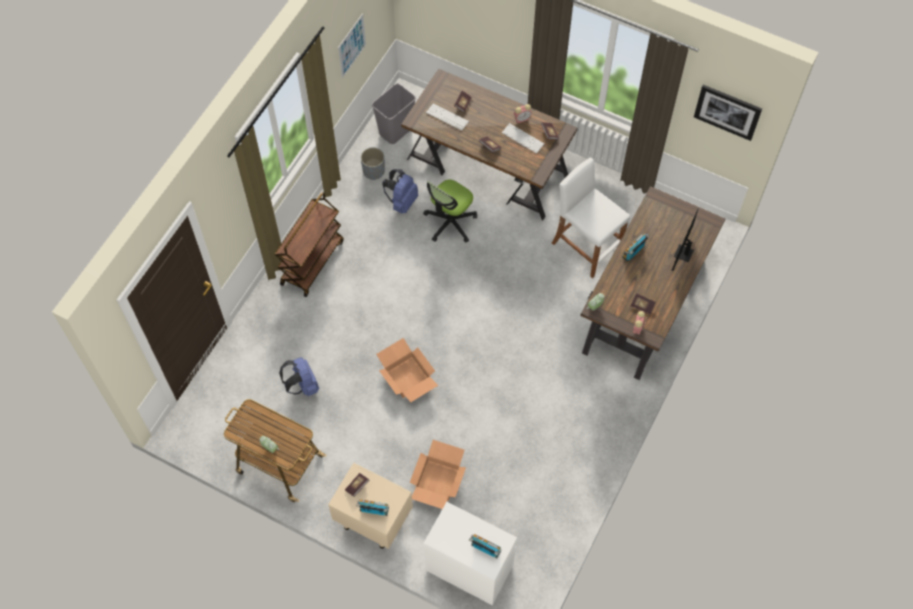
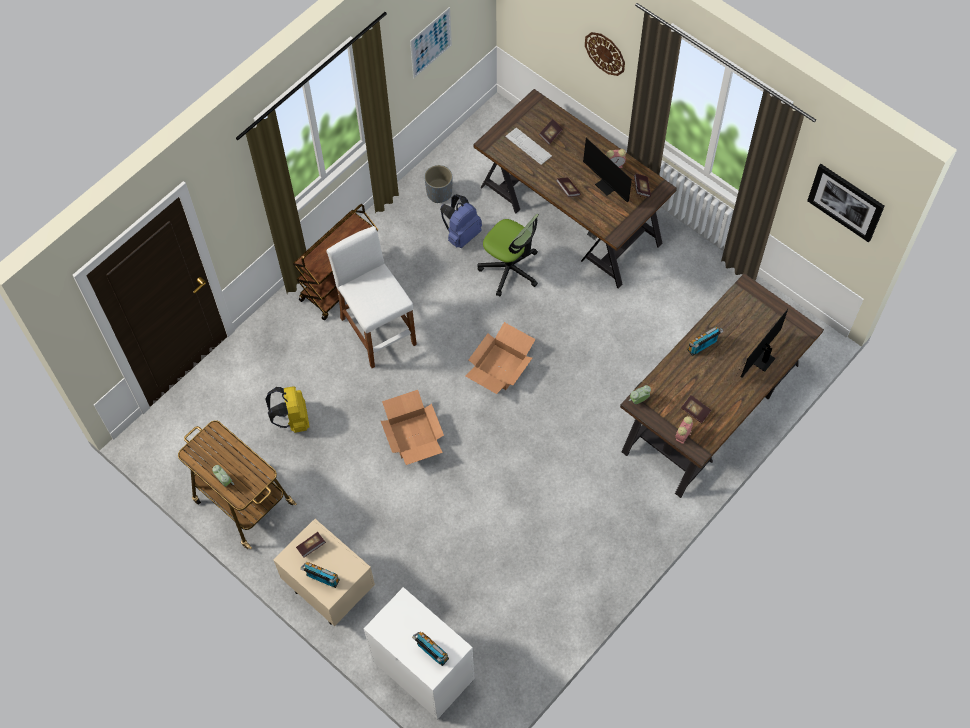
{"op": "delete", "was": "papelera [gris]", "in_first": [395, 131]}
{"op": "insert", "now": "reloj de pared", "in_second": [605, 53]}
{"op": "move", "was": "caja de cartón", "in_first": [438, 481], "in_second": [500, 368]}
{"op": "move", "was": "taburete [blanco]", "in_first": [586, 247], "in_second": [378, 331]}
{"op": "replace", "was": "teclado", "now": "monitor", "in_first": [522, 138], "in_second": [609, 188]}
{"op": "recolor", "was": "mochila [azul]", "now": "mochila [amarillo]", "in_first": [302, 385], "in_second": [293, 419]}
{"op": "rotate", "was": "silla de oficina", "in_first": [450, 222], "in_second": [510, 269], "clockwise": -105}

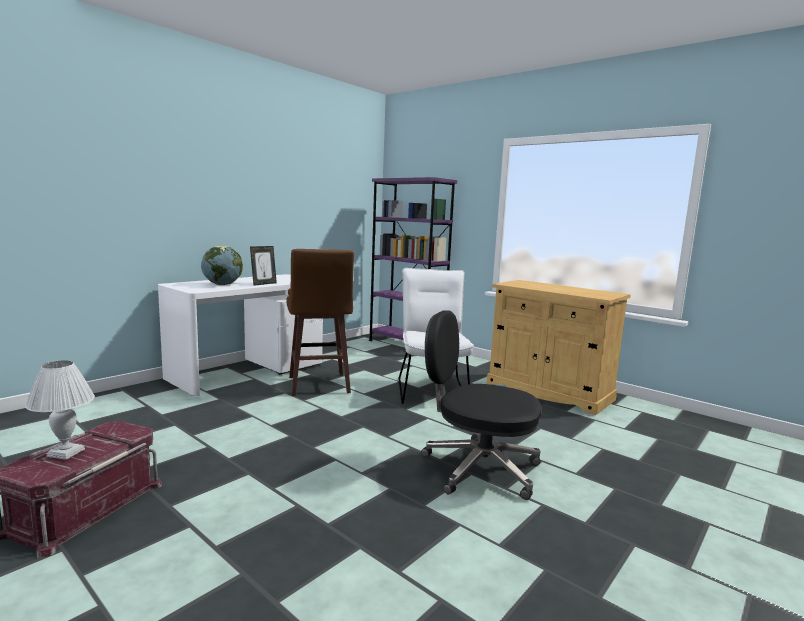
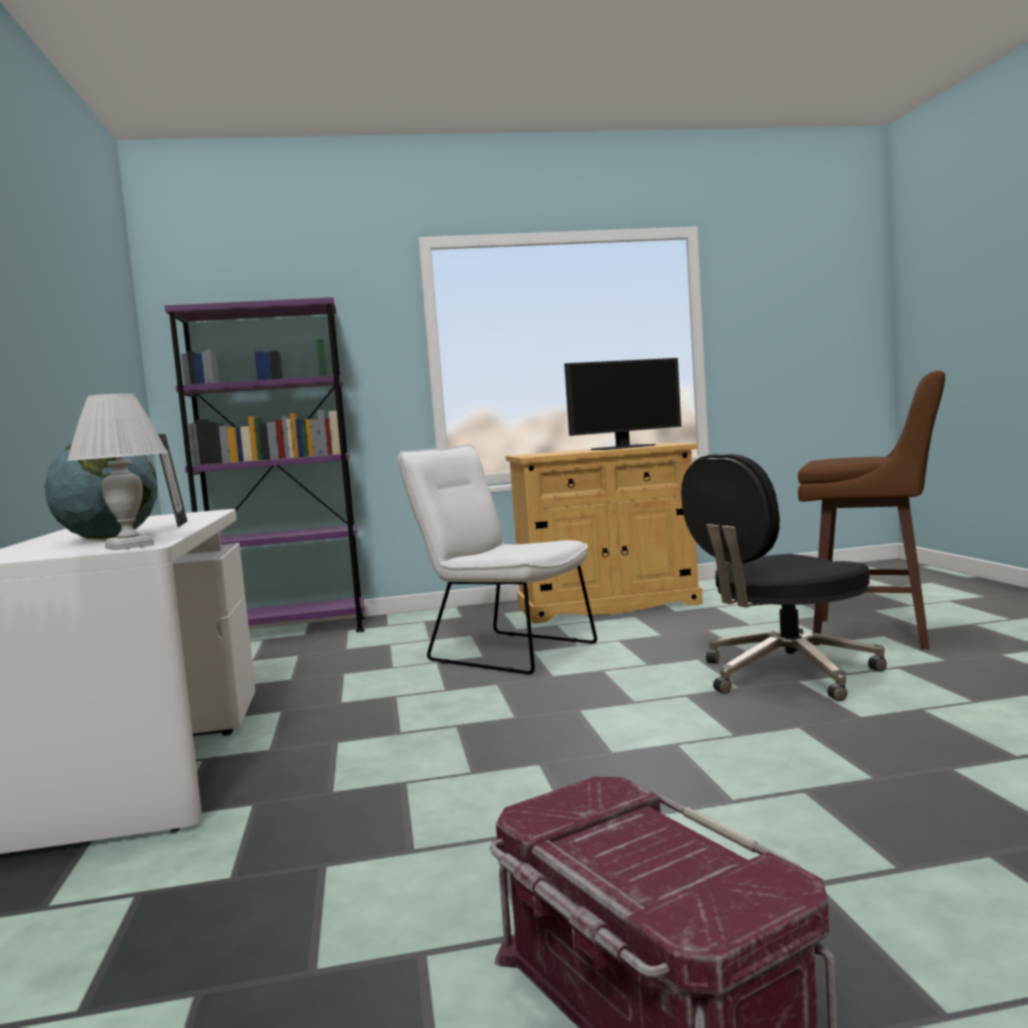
{"op": "insert", "now": "monitor", "in_second": [623, 447]}
{"op": "move", "was": "lámpara de mesa [blanco]", "in_first": [65, 453], "in_second": [128, 546]}
{"op": "move", "was": "taburete [marrón]", "in_first": [318, 385], "in_second": [876, 634]}

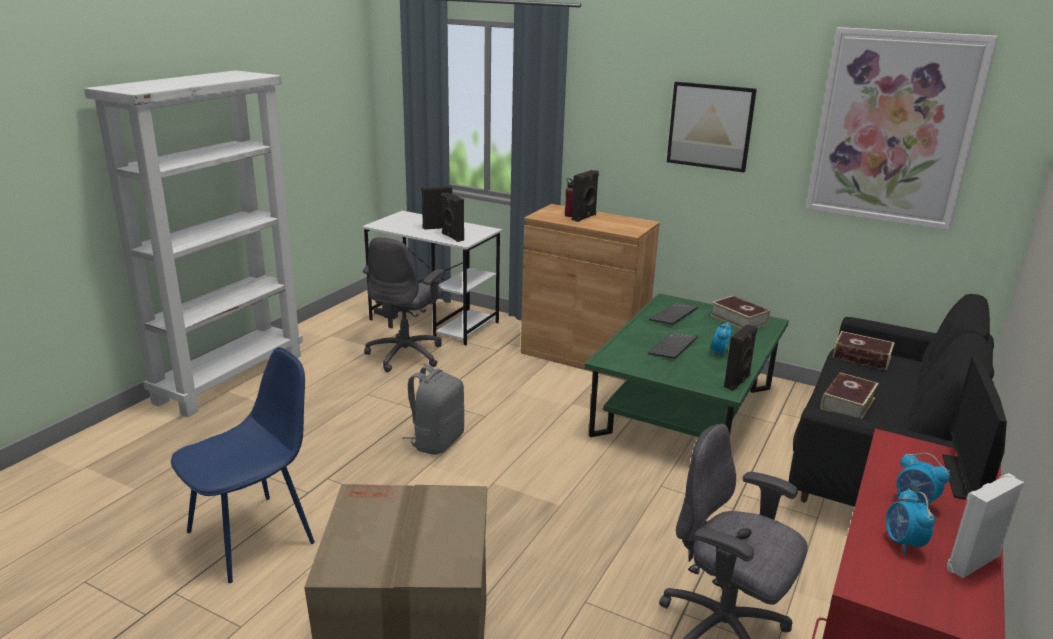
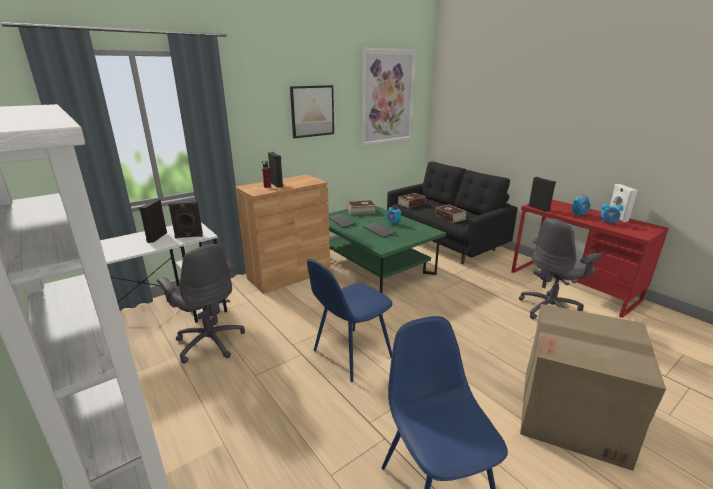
{"op": "delete", "was": "monitor", "in_first": [967, 478]}
{"op": "move", "was": "altavoz [negro]", "in_first": [737, 382], "in_second": [539, 208]}
{"op": "replace", "was": "mochila [gris]", "now": "silla [azul]", "in_first": [436, 441], "in_second": [350, 355]}

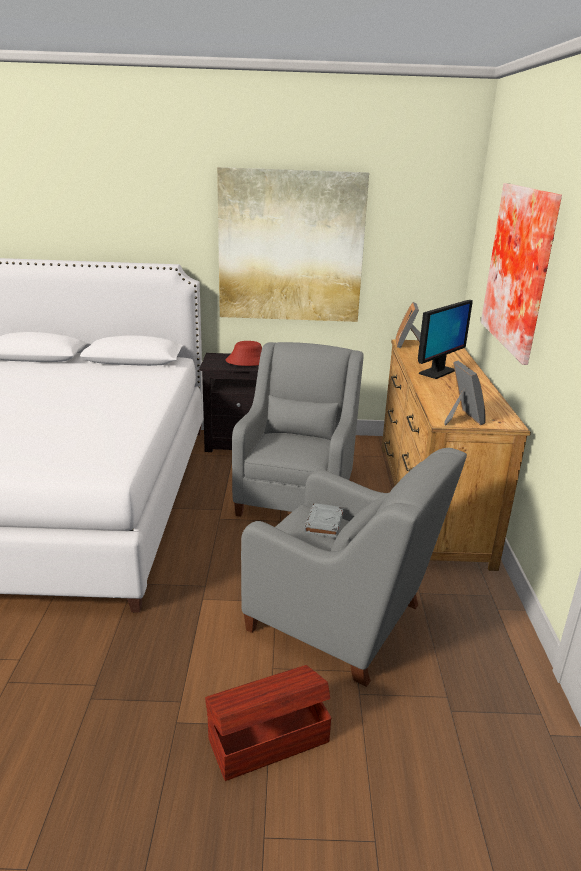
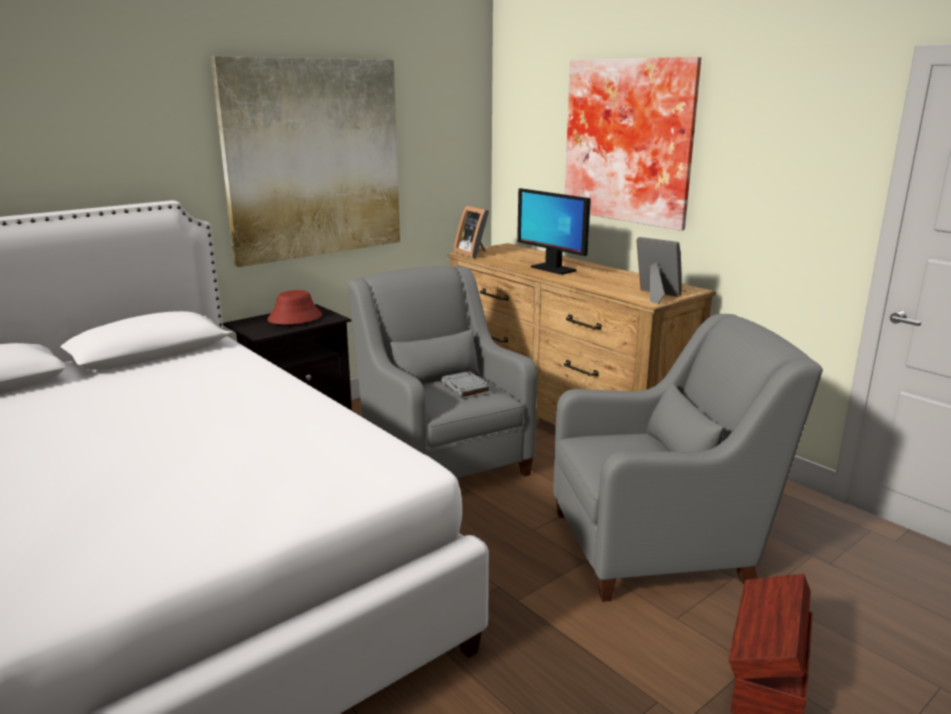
{"op": "move", "was": "libro [gris]", "in_first": [324, 524], "in_second": [466, 389]}
{"op": "rotate", "was": "monitor", "in_first": [437, 372], "in_second": [553, 269], "clockwise": 135}

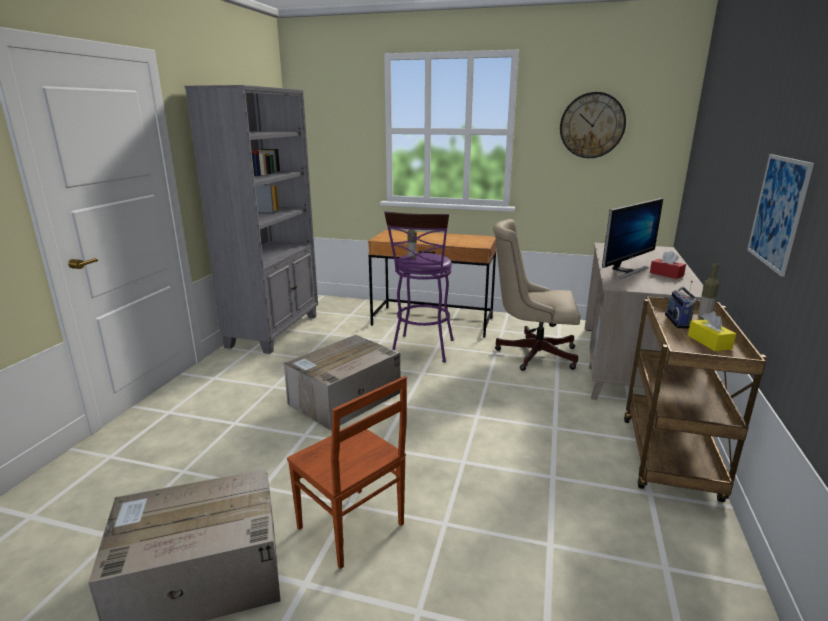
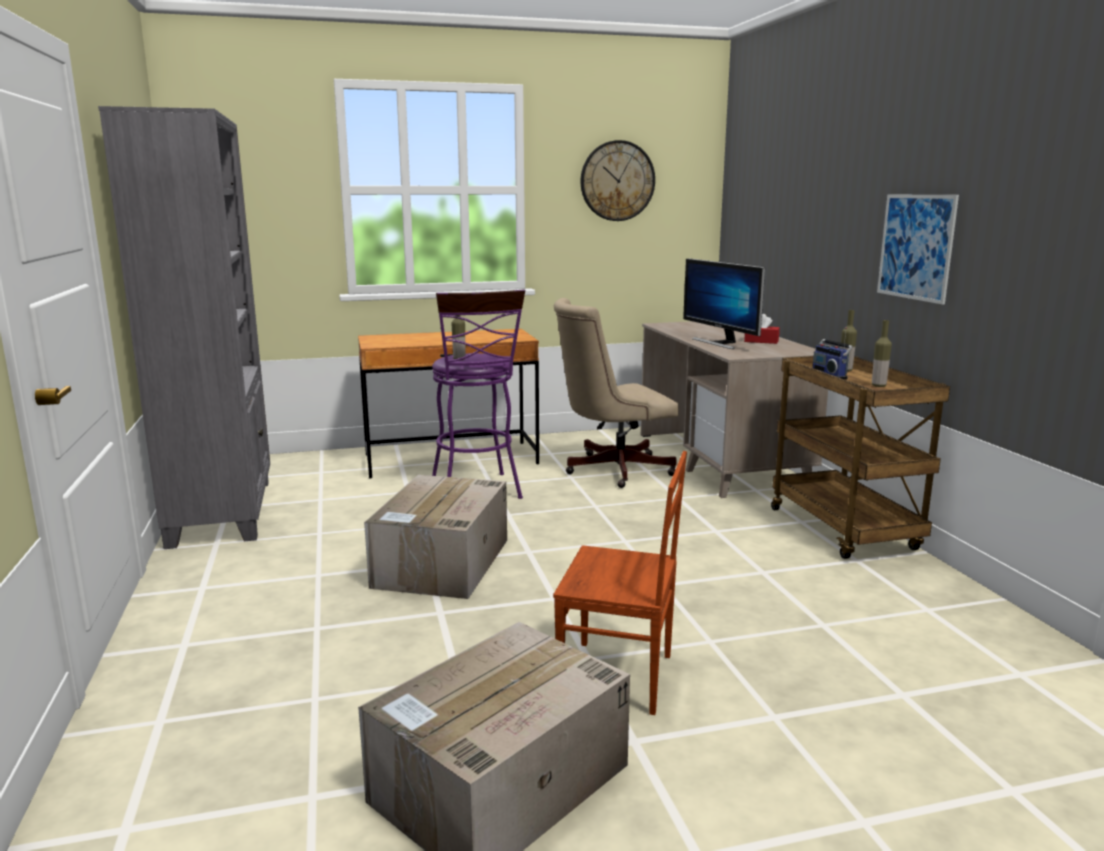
{"op": "replace", "was": "caja de pañuelos [amarillo]", "now": "botella", "in_first": [709, 342], "in_second": [878, 386]}
{"op": "rotate", "was": "monitor", "in_first": [625, 271], "in_second": [720, 343], "clockwise": 135}

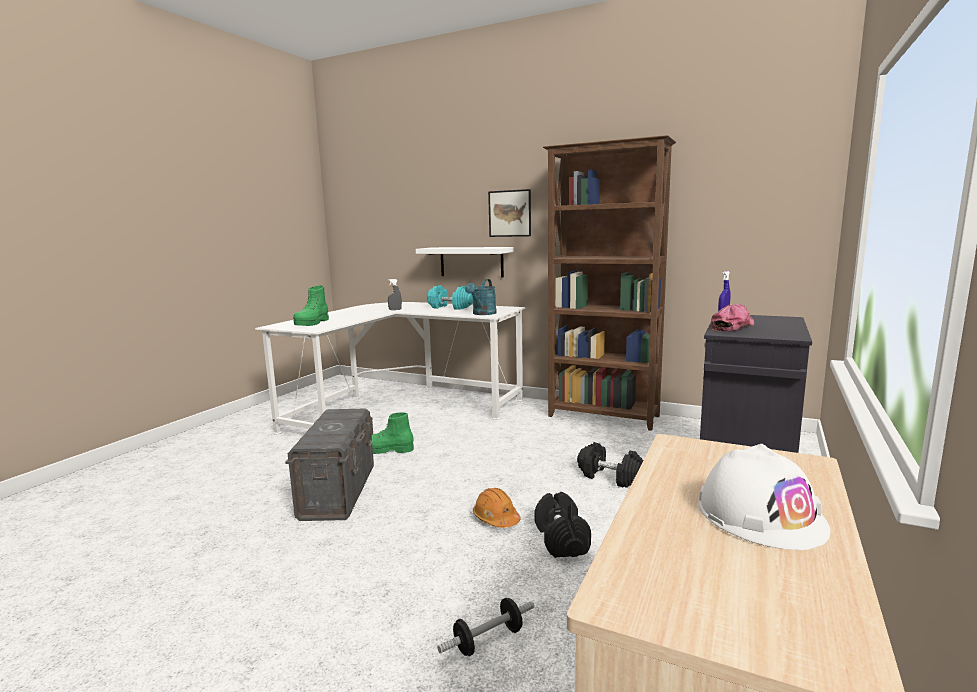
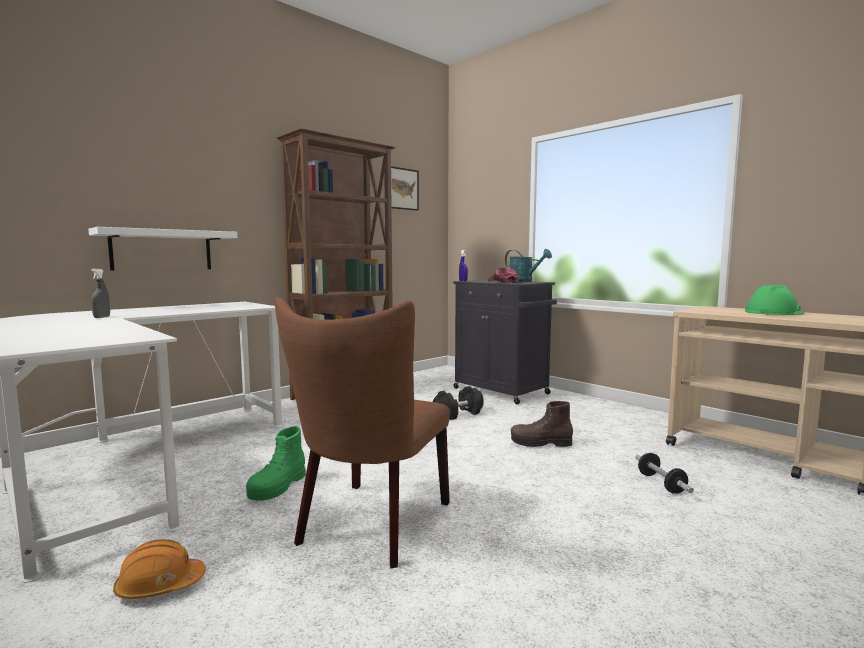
{"op": "delete", "was": "bota [verde]", "in_first": [312, 323]}
{"op": "delete", "was": "mancuerna [turquesa]", "in_first": [450, 307]}
{"op": "move", "was": "regadera [turquesa]", "in_first": [482, 314], "in_second": [524, 281]}
{"op": "move", "was": "casco [naranja]", "in_first": [496, 518], "in_second": [159, 586]}
{"op": "move", "was": "cuadro", "in_first": [509, 213], "in_second": [402, 189]}
{"op": "replace", "was": "caja de almacenaje [gris]", "now": "silla [marrón]", "in_first": [338, 492], "in_second": [370, 526]}
{"op": "replace", "was": "mancuerna [negro]", "now": "bota [marrón]", "in_first": [561, 539], "in_second": [541, 443]}
{"op": "recolor", "was": "casco [blanco]", "now": "casco [verde]", "in_first": [760, 515], "in_second": [773, 313]}

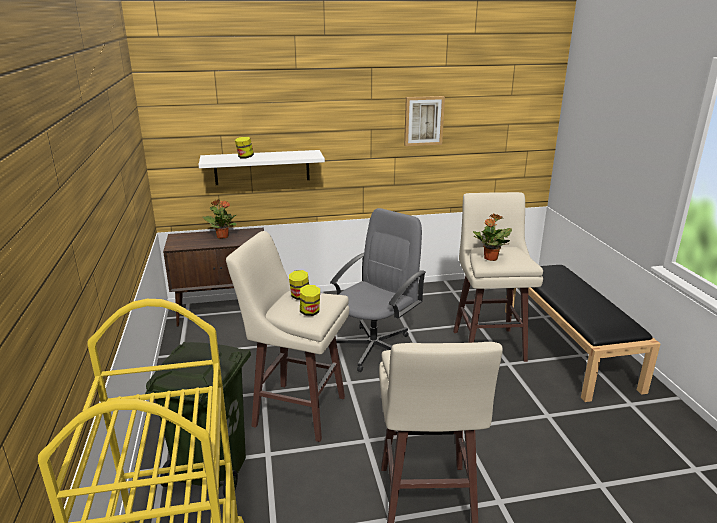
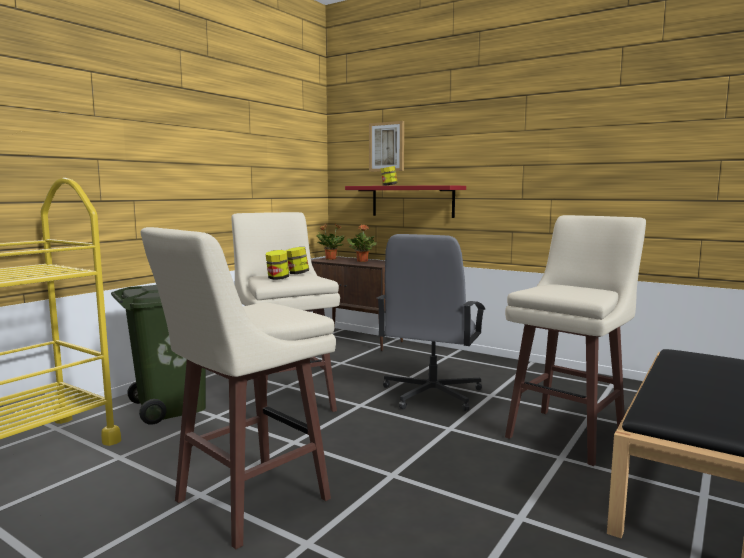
{"op": "move", "was": "cuadro", "in_first": [423, 120], "in_second": [387, 147]}
{"op": "move", "was": "planta en maceta", "in_first": [490, 258], "in_second": [330, 259]}
{"op": "recolor", "was": "estante [blanco]", "now": "estante [rojo]", "in_first": [262, 167], "in_second": [412, 201]}
{"op": "rotate", "was": "silla de oficina [gris]", "in_first": [375, 348], "in_second": [431, 394], "clockwise": 120}

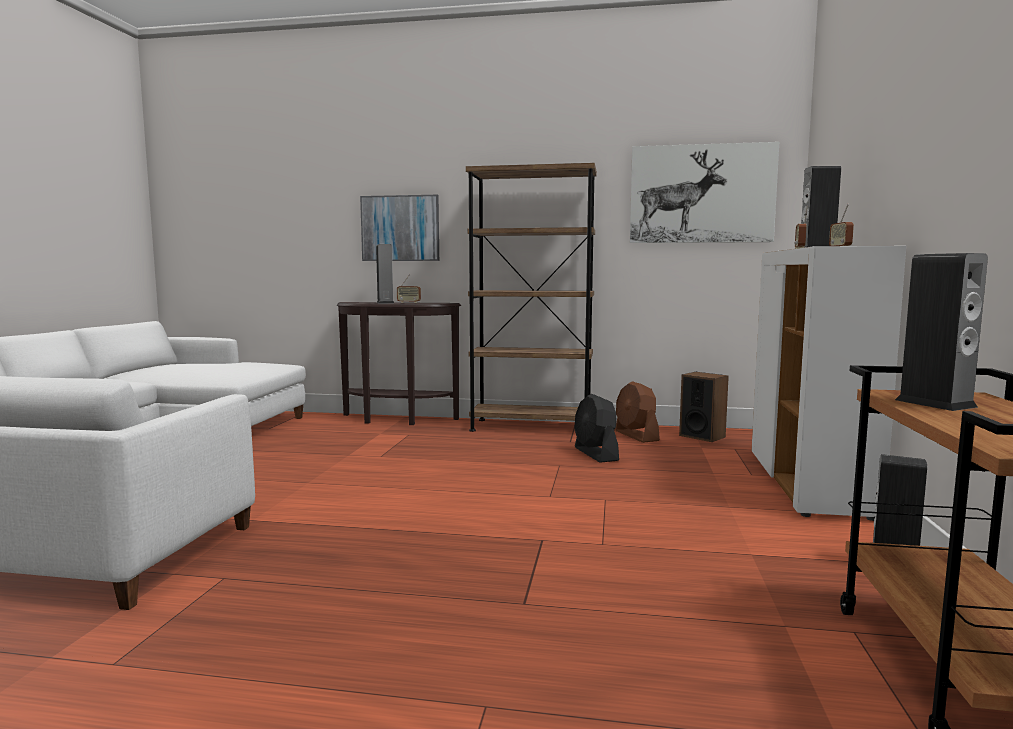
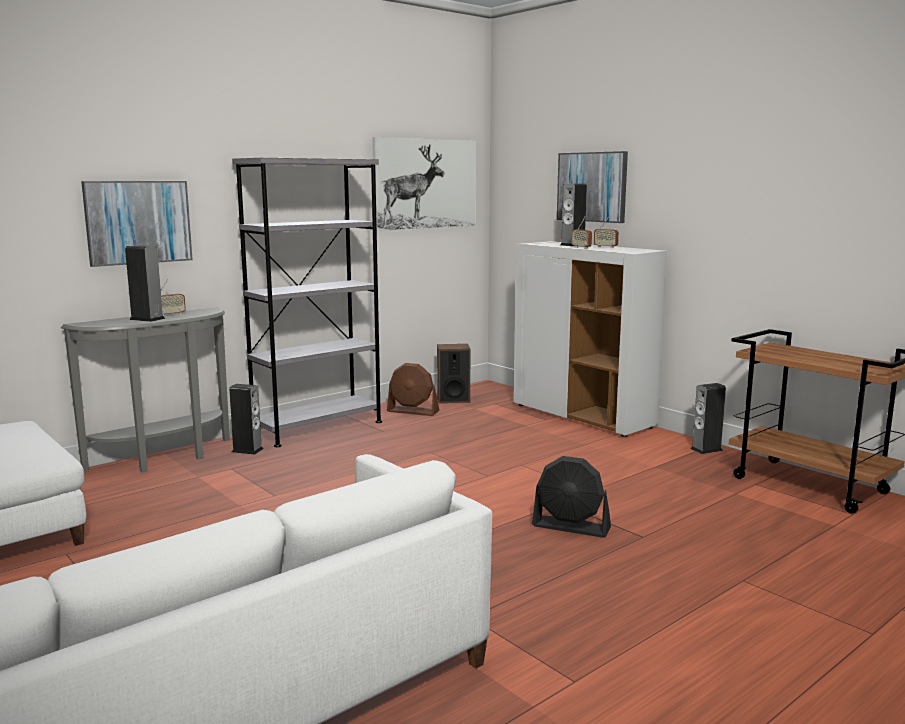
{"op": "insert", "now": "cuadro", "in_second": [592, 187]}
{"op": "move", "was": "ventilador [negro]", "in_first": [596, 454], "in_second": [571, 527]}
{"op": "move", "was": "altavoz", "in_first": [935, 403], "in_second": [247, 450]}
{"op": "recolor", "was": "mesa consola [marrón]", "now": "mesa consola [gris]", "in_first": [396, 420], "in_second": [166, 459]}
{"op": "recolor", "was": "estantería [marrón]", "now": "estantería [gris]", "in_first": [531, 427], "in_second": [318, 427]}

